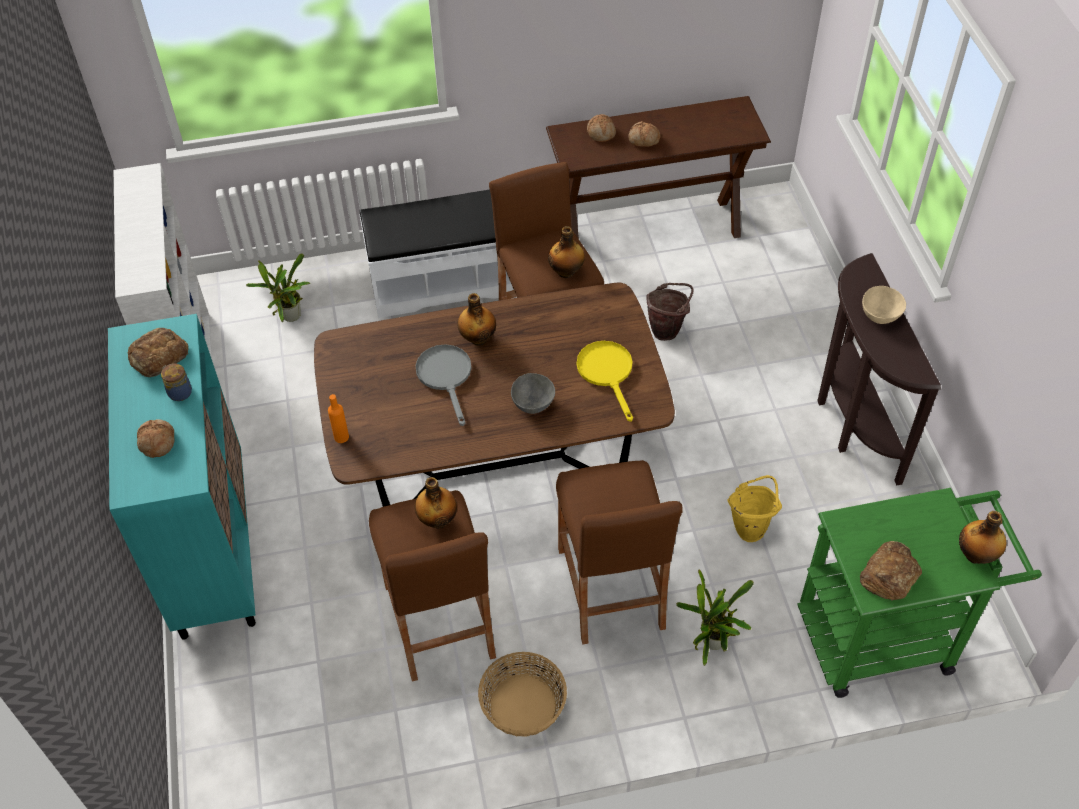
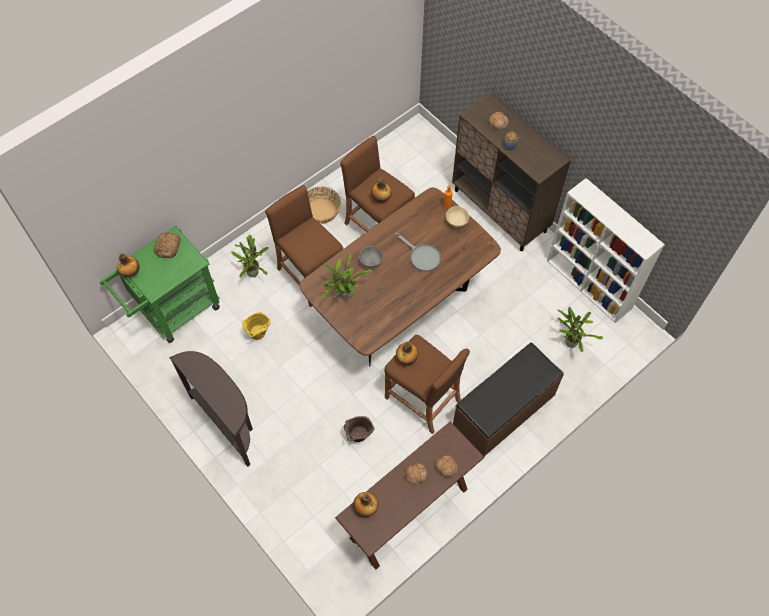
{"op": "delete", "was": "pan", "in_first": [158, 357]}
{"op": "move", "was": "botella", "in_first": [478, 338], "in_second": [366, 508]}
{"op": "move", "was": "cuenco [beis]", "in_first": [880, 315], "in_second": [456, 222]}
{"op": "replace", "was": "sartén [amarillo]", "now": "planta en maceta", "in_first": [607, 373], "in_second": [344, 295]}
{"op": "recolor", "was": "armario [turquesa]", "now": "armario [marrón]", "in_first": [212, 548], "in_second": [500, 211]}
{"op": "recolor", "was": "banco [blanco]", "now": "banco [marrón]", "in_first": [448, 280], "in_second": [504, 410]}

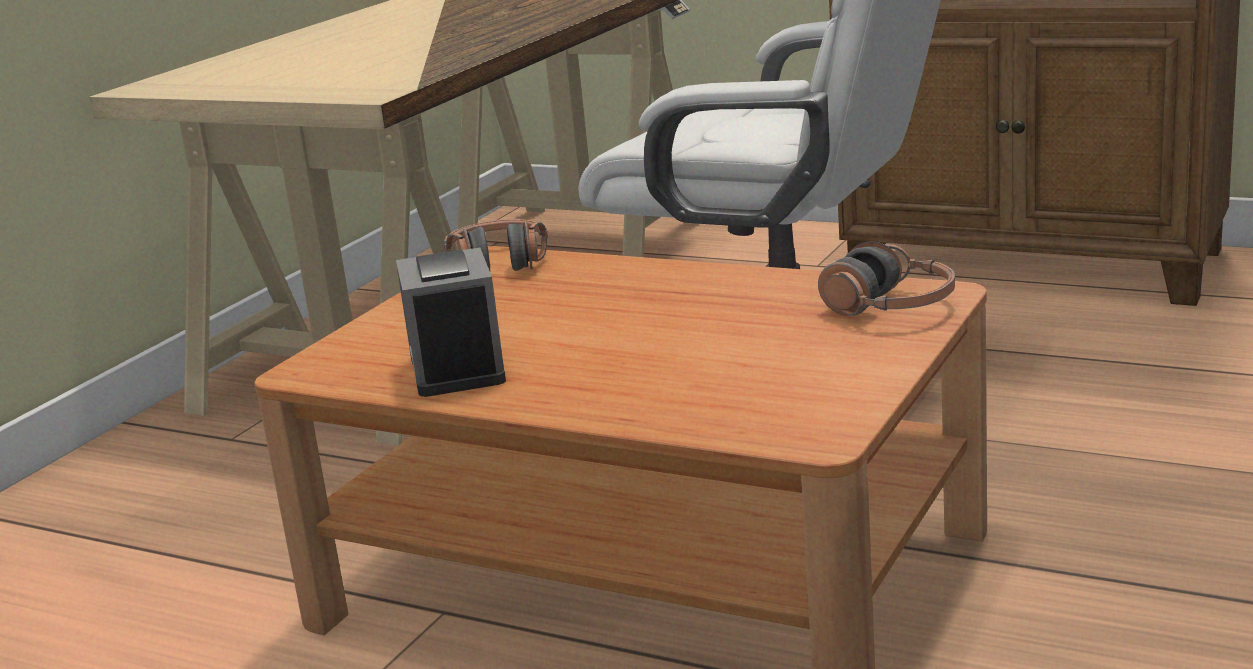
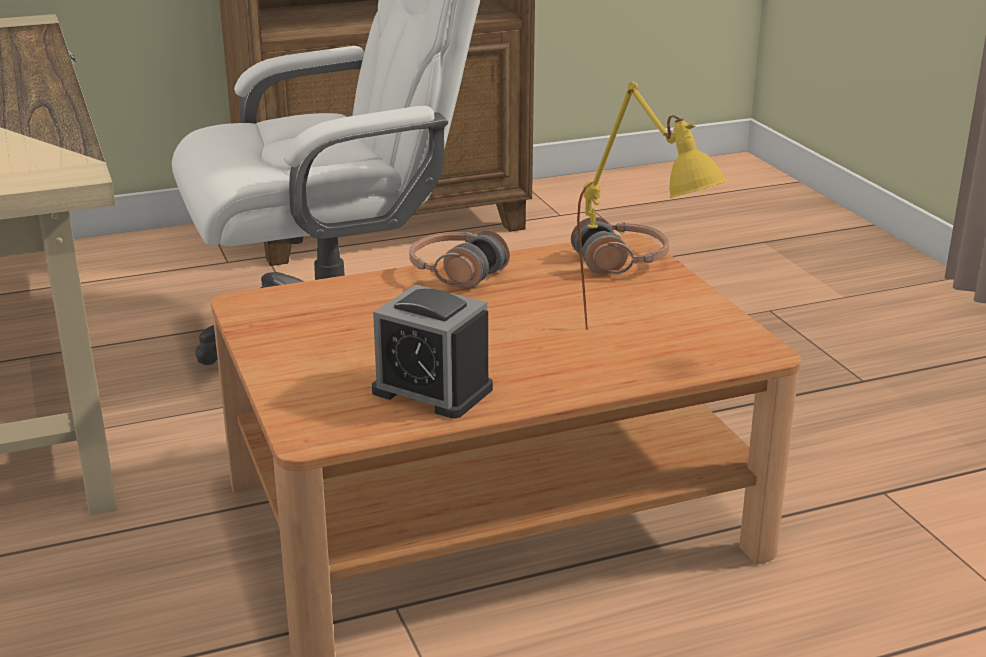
{"op": "insert", "now": "lámpara de mesa [amarillo]", "in_second": [641, 344]}
{"op": "move", "was": "auriculares", "in_first": [499, 263], "in_second": [457, 272]}

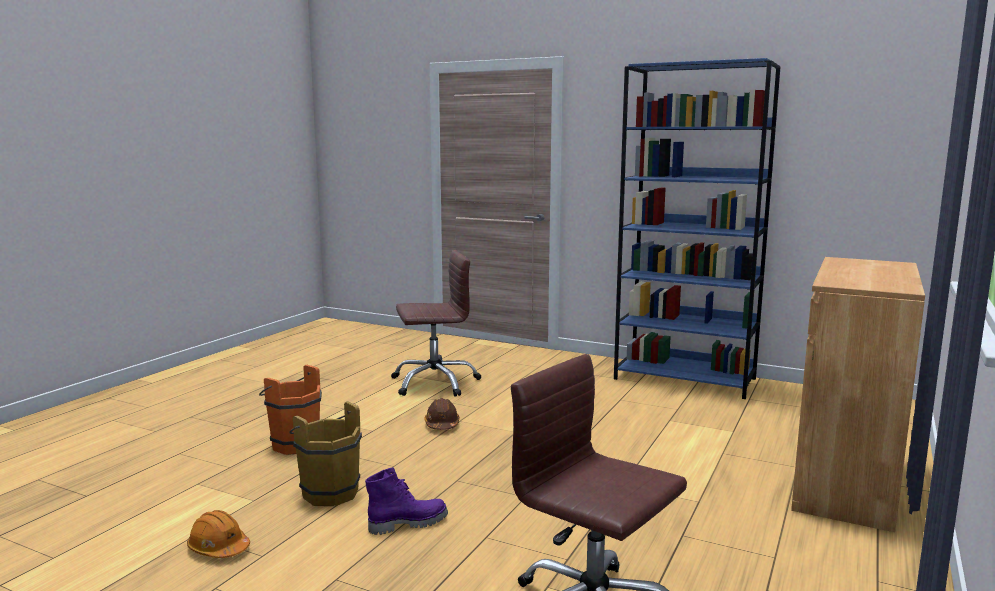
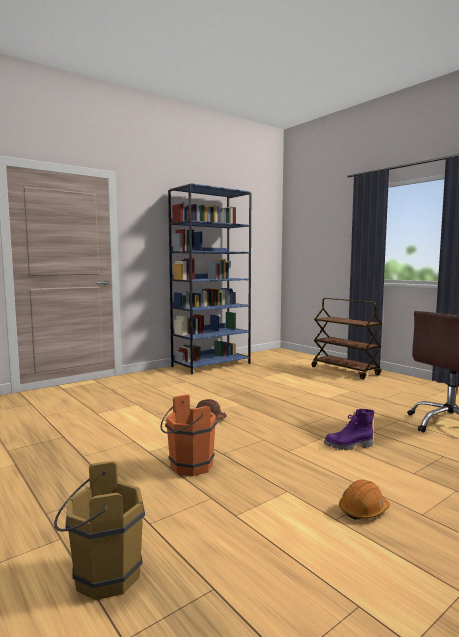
{"op": "delete", "was": "silla de oficina [marrón]", "in_first": [434, 382]}
{"op": "move", "was": "cubo [marrón]", "in_first": [328, 491], "in_second": [102, 576]}
{"op": "replace", "was": "armario [marrón]", "now": "carrito [marrón]", "in_first": [845, 482], "in_second": [345, 371]}
{"op": "rotate", "was": "bota [morado]", "in_first": [408, 523], "in_second": [349, 446], "clockwise": -105}

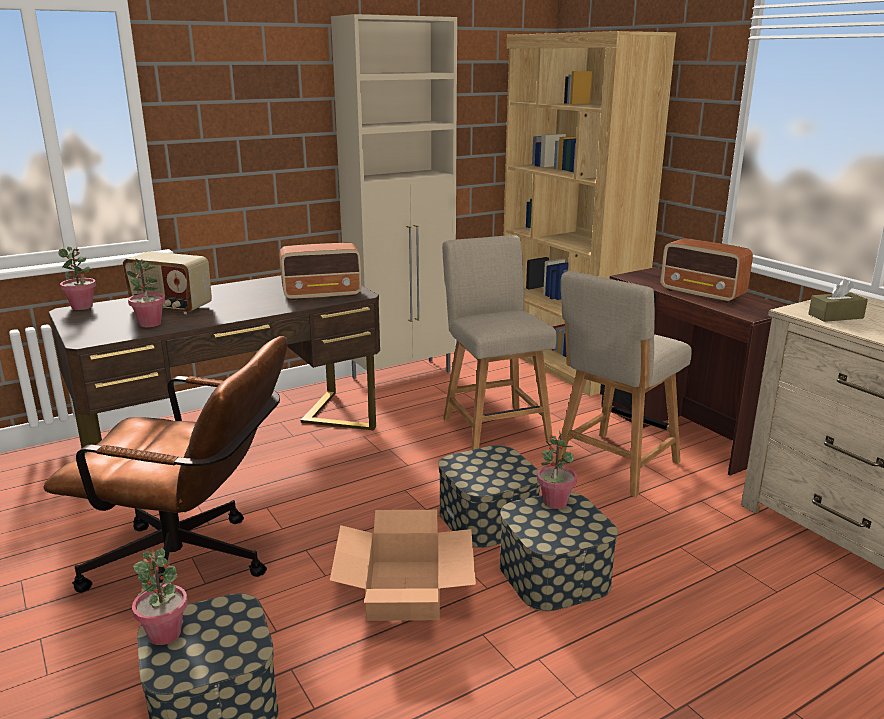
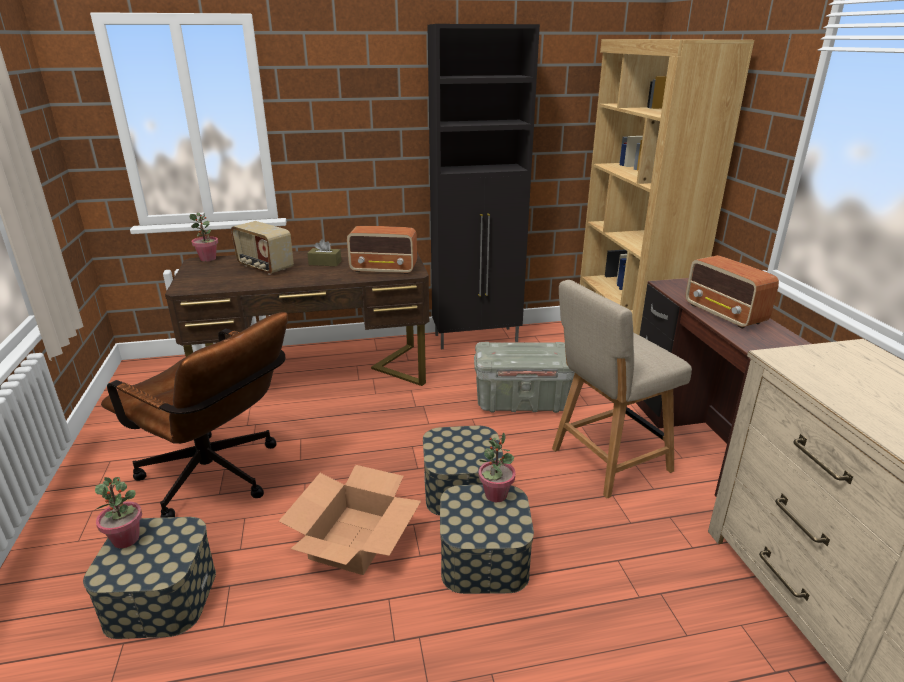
{"op": "delete", "was": "planta en maceta", "in_first": [150, 324]}
{"op": "move", "was": "caja de pañuelos [marrón]", "in_first": [835, 316], "in_second": [325, 263]}
{"op": "replace", "was": "silla [beis]", "now": "caja de almacenaje [gris]", "in_first": [494, 427], "in_second": [522, 401]}
{"op": "recolor", "was": "armario [beis]", "now": "armario [negro]", "in_first": [403, 374], "in_second": [477, 338]}

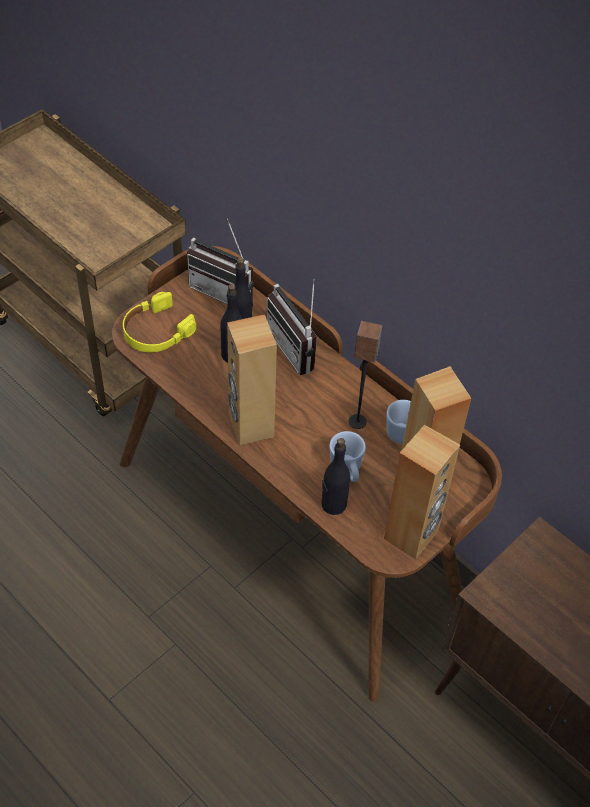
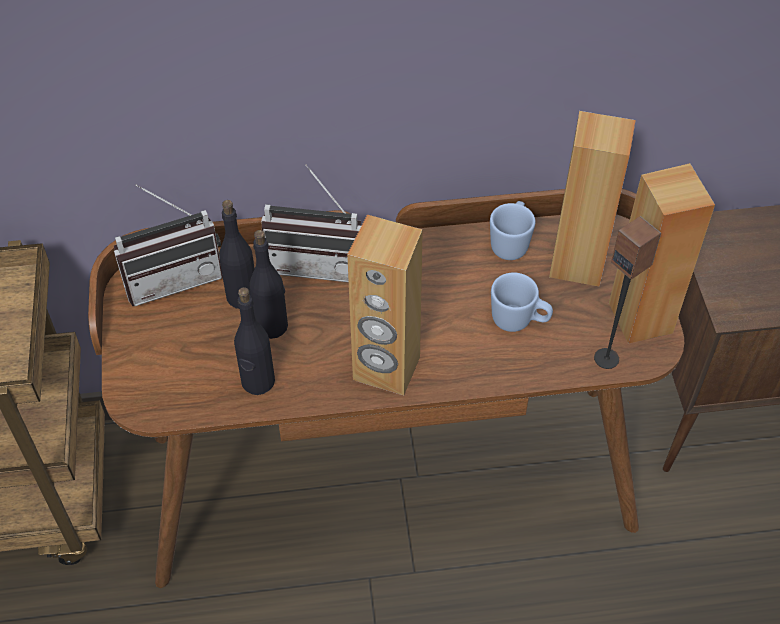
{"op": "delete", "was": "auriculares [amarillo]", "in_first": [156, 331]}
{"op": "move", "was": "botella [negro]", "in_first": [333, 504], "in_second": [257, 382]}
{"op": "move", "was": "altavoz", "in_first": [358, 421], "in_second": [607, 358]}

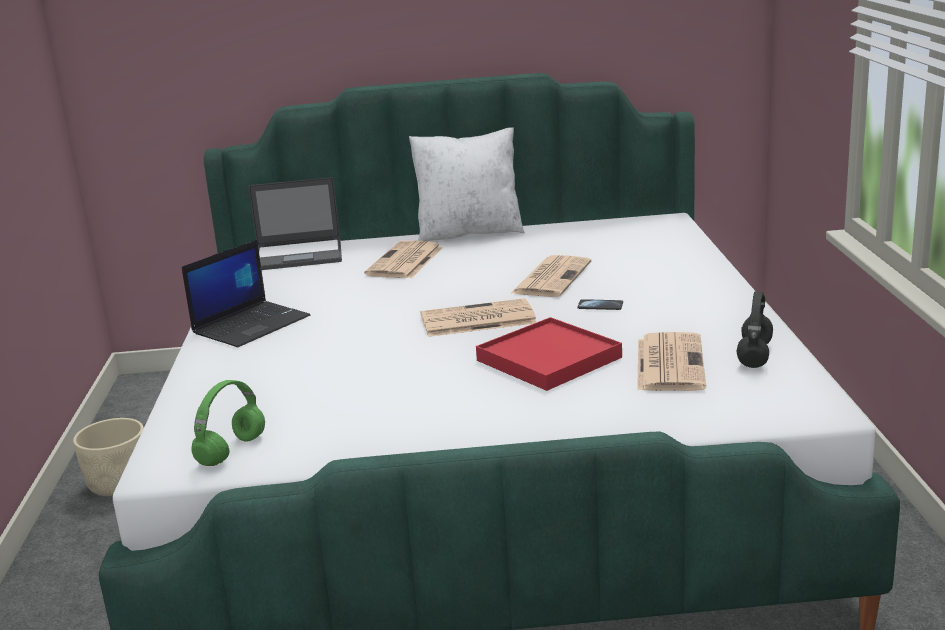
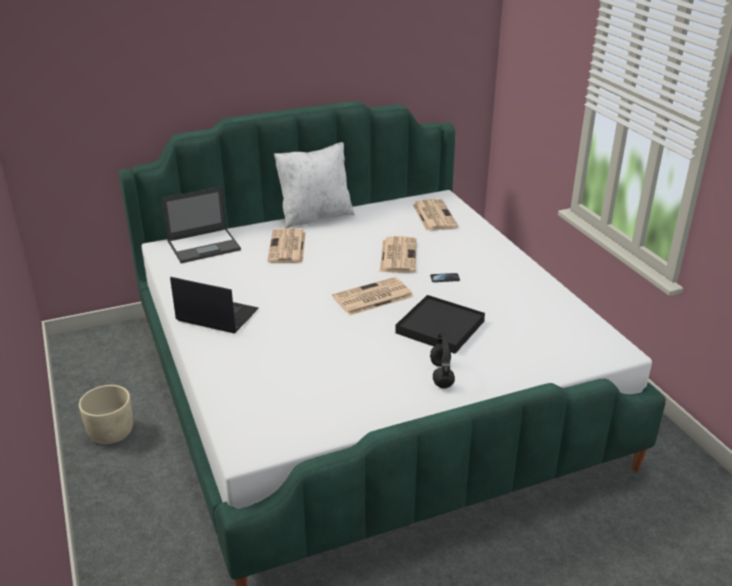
{"op": "delete", "was": "auriculares [verde]", "in_first": [231, 452]}
{"op": "move", "was": "periódico", "in_first": [669, 363], "in_second": [433, 215]}
{"op": "move", "was": "auriculares [negro]", "in_first": [754, 355], "in_second": [441, 374]}
{"op": "recolor", "was": "bandeja [rojo]", "now": "bandeja [negro]", "in_first": [549, 359], "in_second": [440, 327]}
{"op": "rotate", "was": "portátil", "in_first": [251, 324], "in_second": [216, 315], "clockwise": -90}

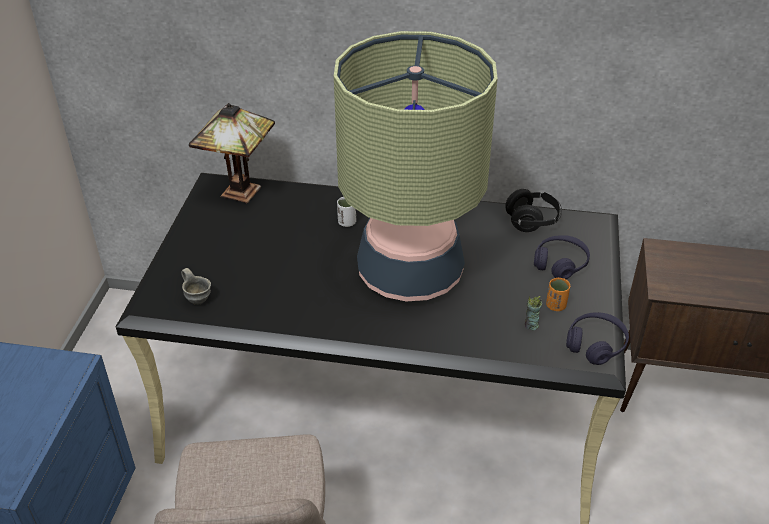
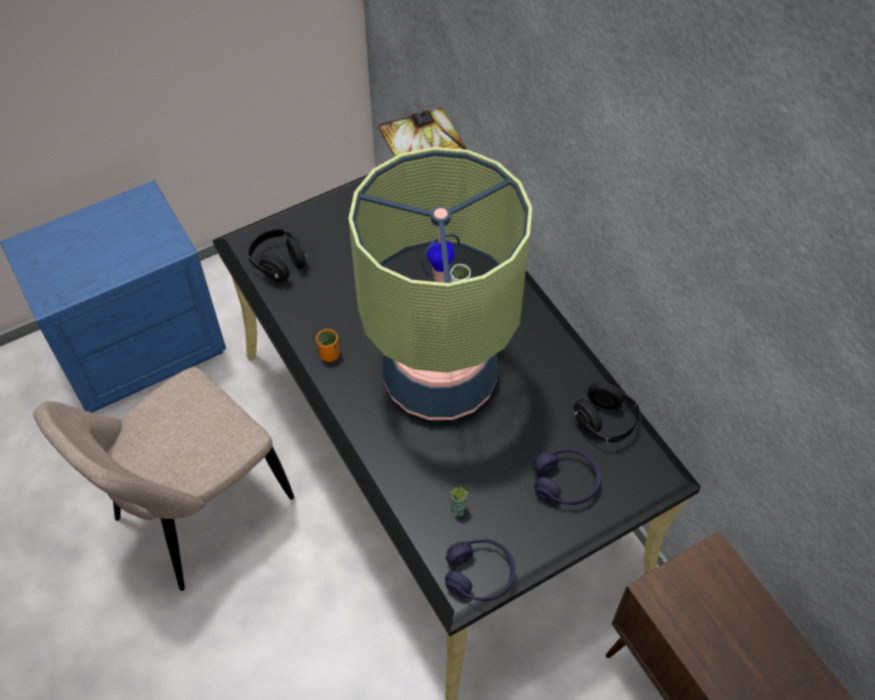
{"op": "move", "was": "taza [naranja]", "in_first": [556, 306], "in_second": [329, 354]}
{"op": "replace", "was": "taza grande [gris]", "now": "auriculares [negro]", "in_first": [198, 298], "in_second": [279, 263]}

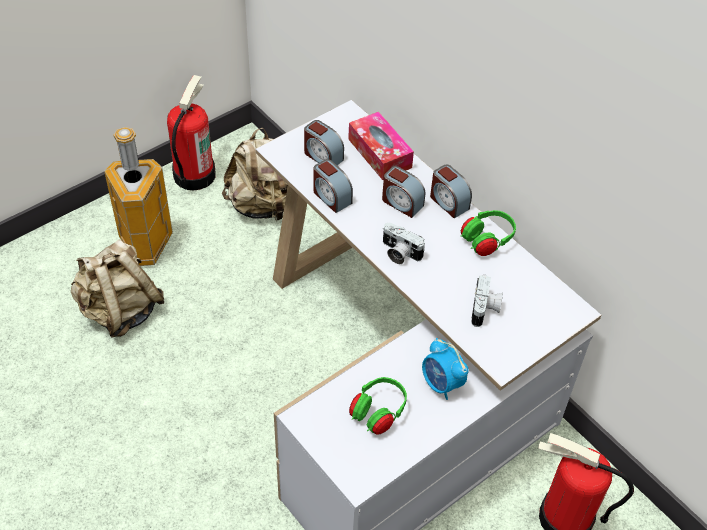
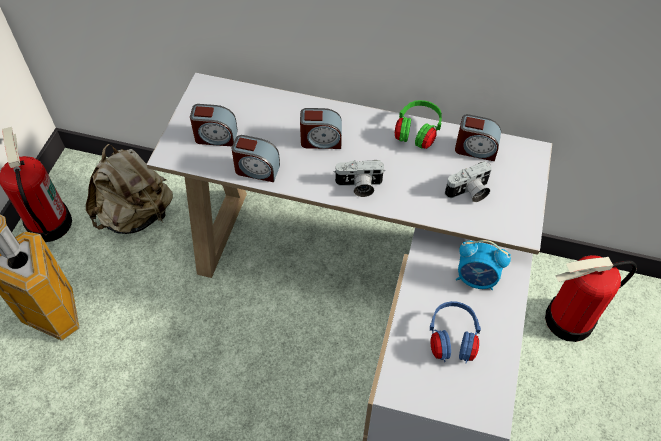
{"op": "delete", "was": "mochila [beis]", "in_first": [120, 311]}
{"op": "delete", "was": "caja de pañuelos", "in_first": [379, 153]}
{"op": "move", "was": "despertador", "in_first": [448, 202], "in_second": [475, 149]}
{"op": "recolor", "was": "auriculares [verde]", "now": "auriculares [azul]", "in_first": [378, 413], "in_second": [452, 340]}
{"op": "rotate", "was": "cámara", "in_first": [485, 309], "in_second": [469, 192], "clockwise": 90}

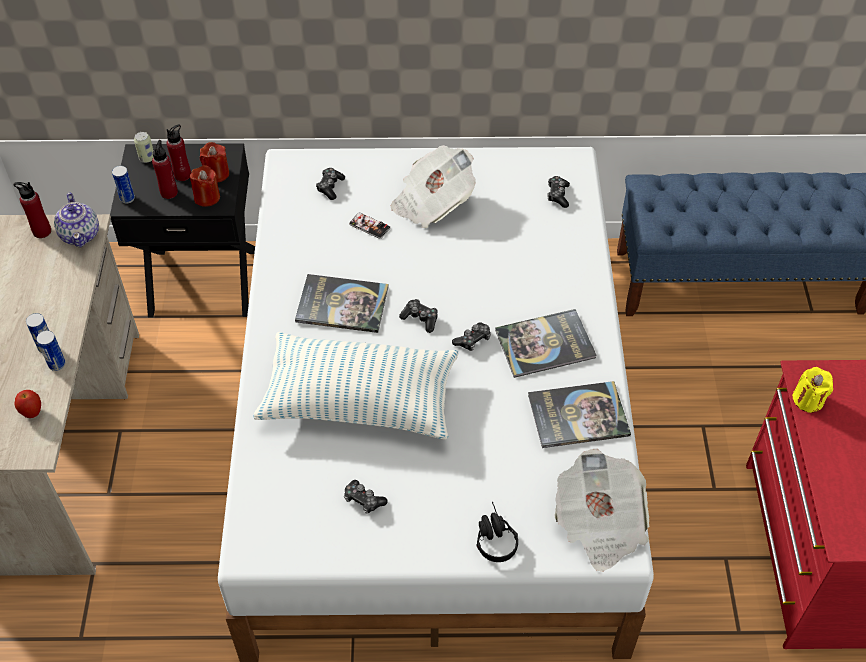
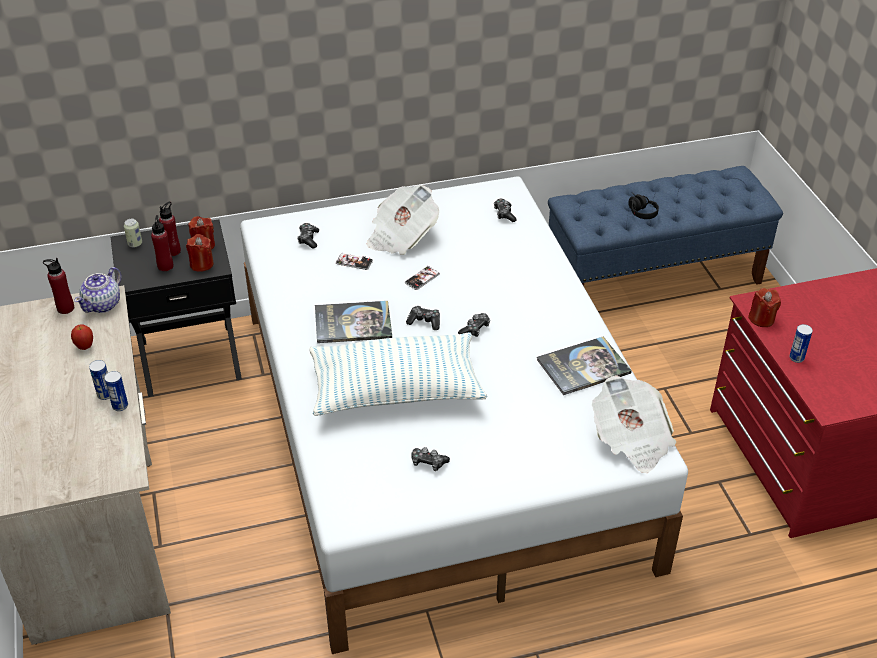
{"op": "delete", "was": "libro", "in_first": [545, 344]}
{"op": "insert", "now": "móvil", "in_second": [422, 278]}
{"op": "move", "was": "manzana", "in_first": [32, 413], "in_second": [85, 347]}
{"op": "move", "was": "lata", "in_first": [127, 198], "in_second": [796, 358]}
{"op": "move", "was": "auriculares [negro]", "in_first": [493, 536], "in_second": [639, 210]}
{"op": "recolor", "was": "vela [amarillo]", "now": "vela [rojo]", "in_first": [808, 400], "in_second": [761, 319]}
{"op": "rotate", "was": "tetera", "in_first": [80, 234], "in_second": [103, 304], "clockwise": 60}

